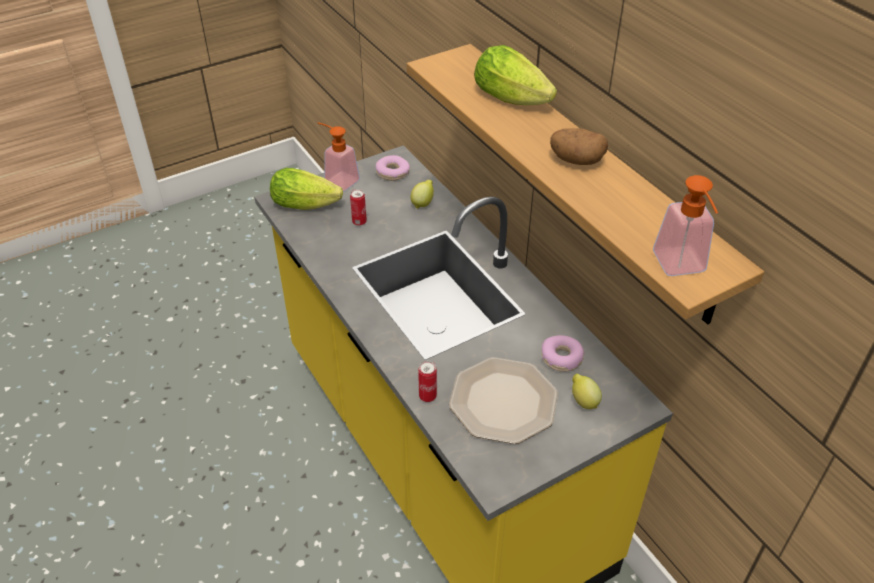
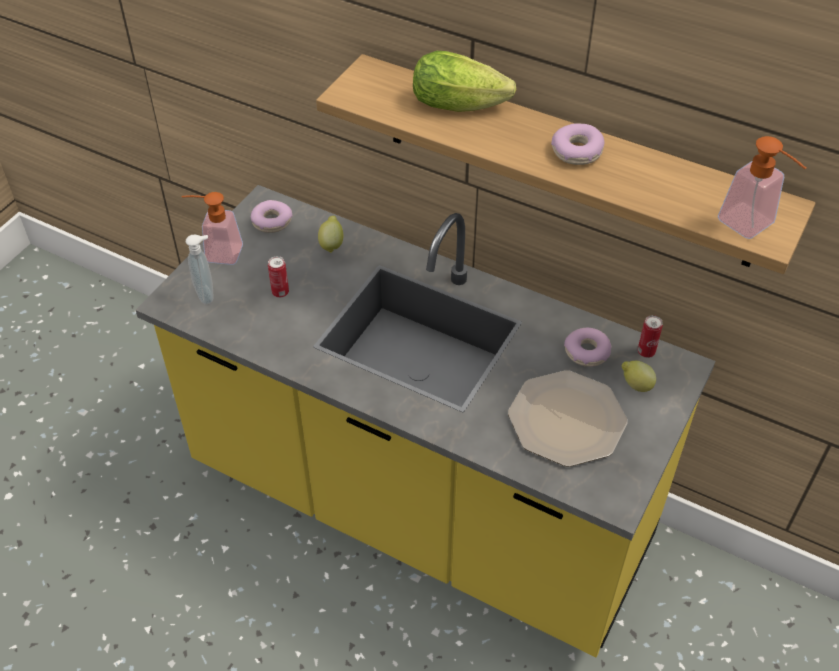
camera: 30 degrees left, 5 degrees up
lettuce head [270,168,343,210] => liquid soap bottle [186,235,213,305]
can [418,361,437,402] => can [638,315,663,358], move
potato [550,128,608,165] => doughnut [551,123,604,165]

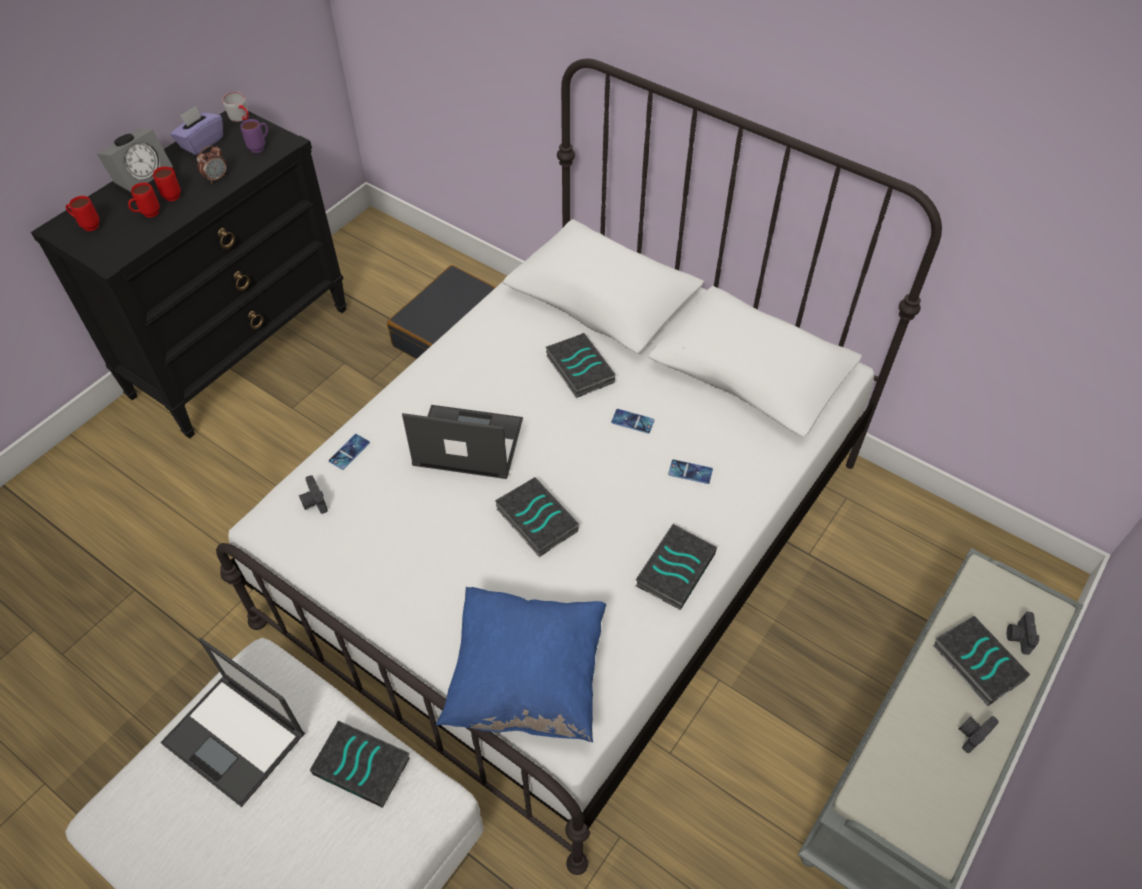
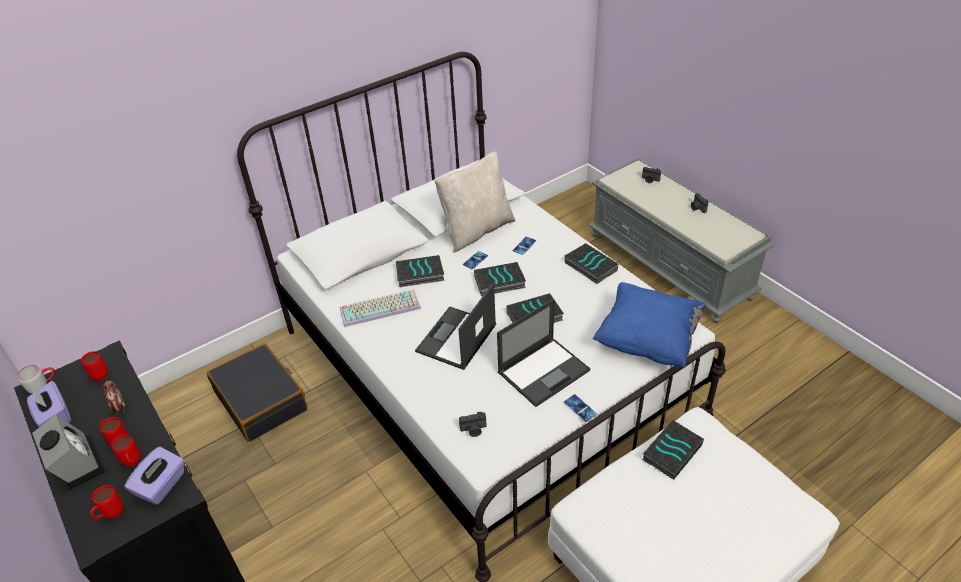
camera: 70 degrees left, 10 degrees down
notebook computer [160,638,305,807] => notebook computer [497,299,590,407], move
tea mug/purple [241,119,268,153] => tea mug/red [81,351,108,381]
handset [329,434,370,470] => handset [564,394,597,422], move
volume [933,616,1030,706] => volume [474,262,526,296], move
nothing => box of tissues/purple [124,446,184,505]
nothing => PC keyboard [340,289,421,327]
nothing => cushion/beige [434,151,515,252]

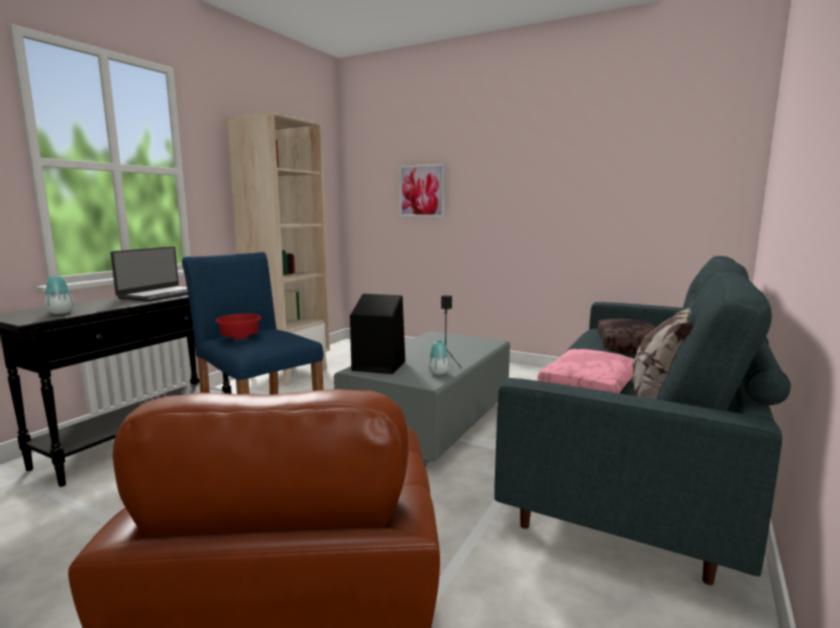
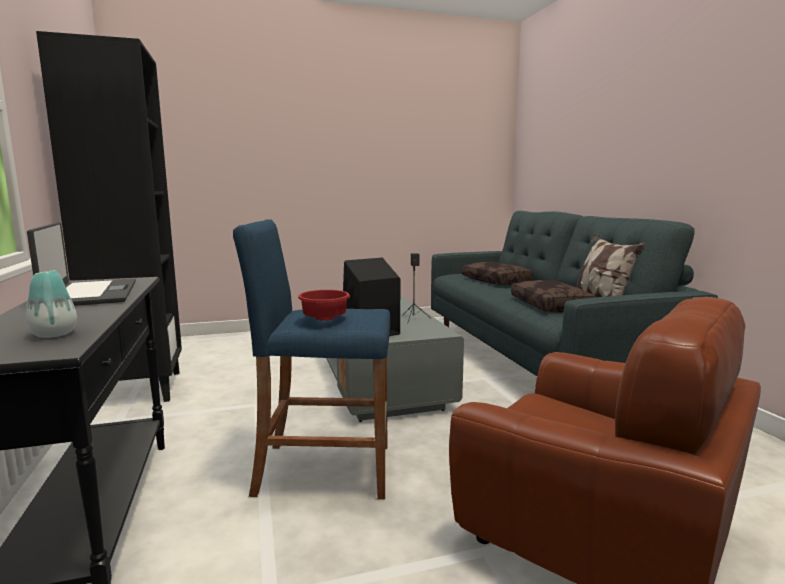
camera: 45 degrees left, 0 degrees up
bookshelf/beige [226,112,330,386] => bookshelf/black-coloured [36,31,182,402]
wall art [399,164,445,217] => nothing
decorative vase [428,340,450,375] => nothing
cushion/pink-coloured [537,349,635,393] => cushion/brownish [511,280,596,312]

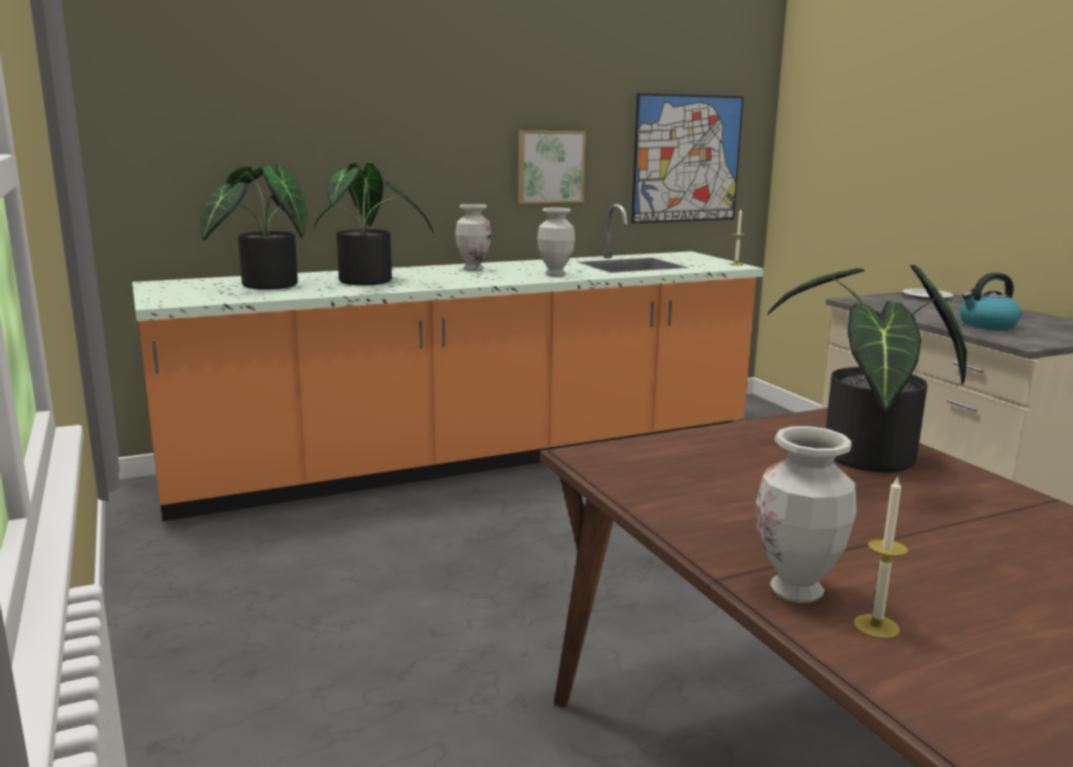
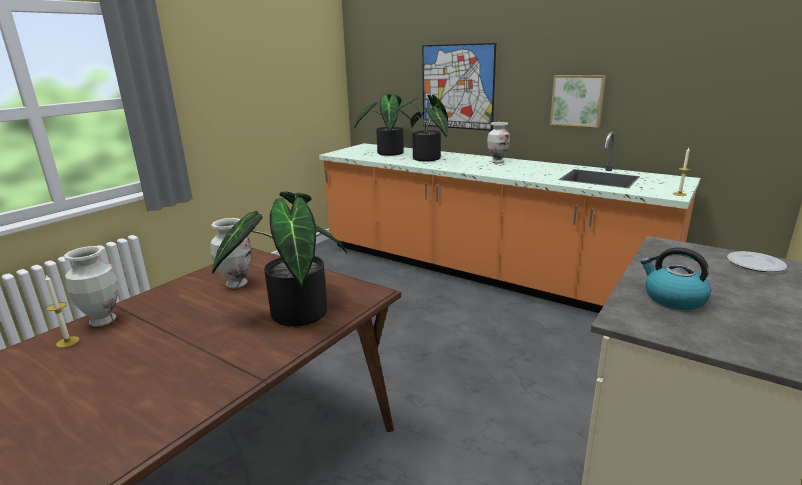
camera: 60 degrees right, 5 degrees up
decorative vase [537,208,575,276] => decorative vase [211,218,251,289], move
wall art [631,93,744,223] => wall art [422,43,496,131], move

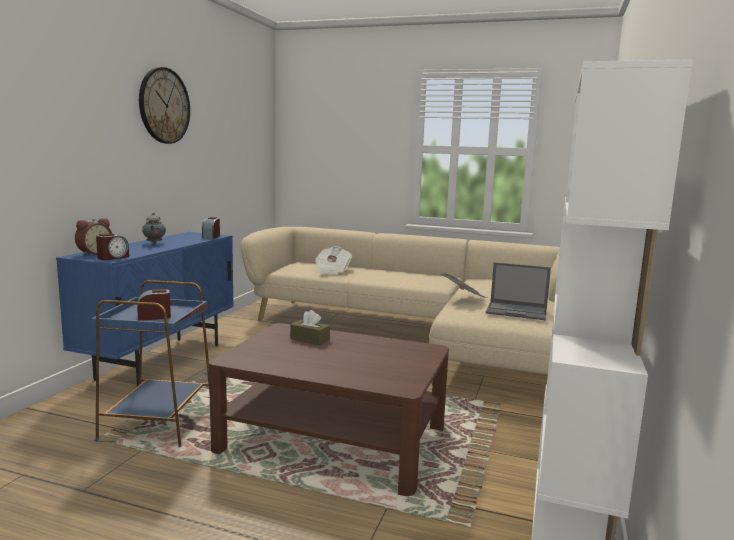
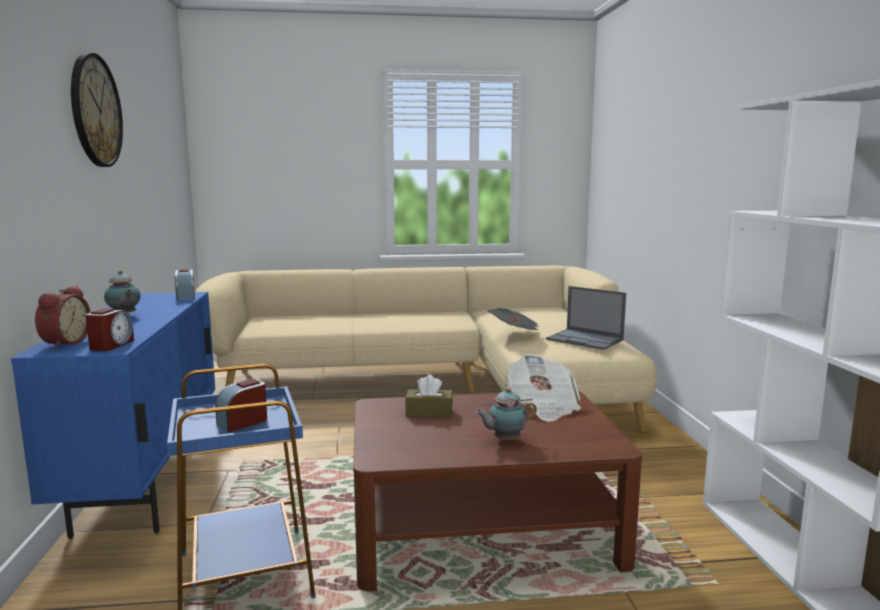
camera: 25 degrees left, 0 degrees up
printed paper [315,246,352,275] => printed paper [507,354,581,422], move
notebook computer [486,262,551,320] => notebook computer [546,286,626,350], 45 degrees clockwise
nothing => tea pot [475,387,537,441]

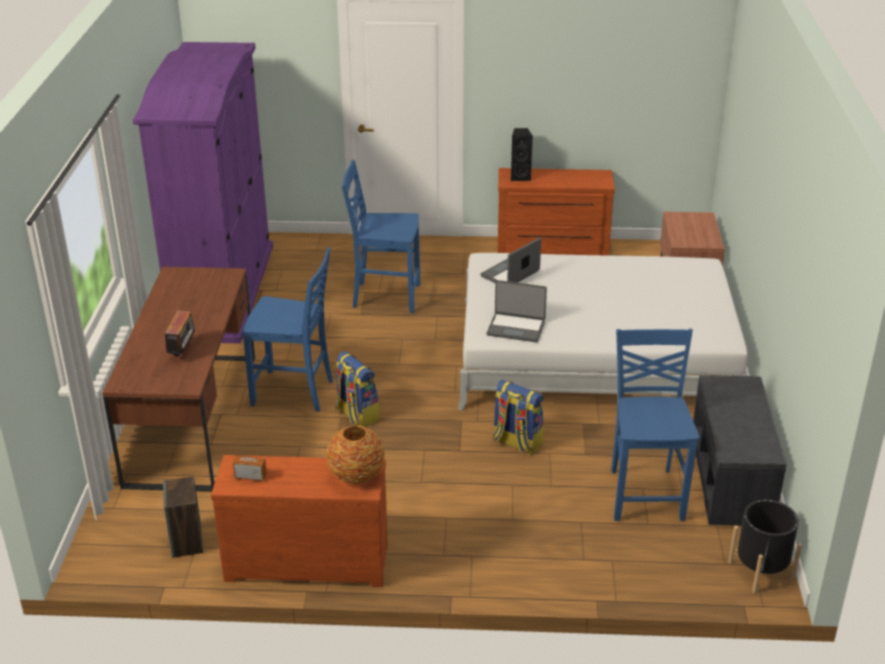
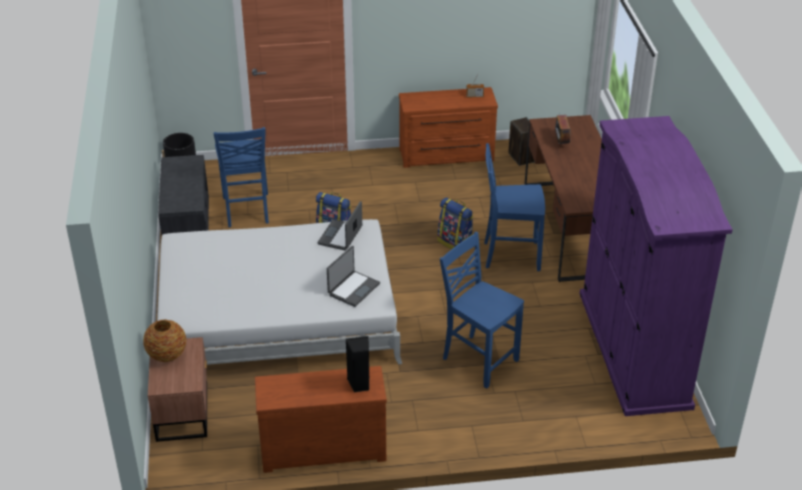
camera: 170 degrees right, 5 degrees up
decorative vase [326,426,385,484] => decorative vase [143,319,186,362], move
upright chair/blue [342,160,420,313] => upright chair/blue [440,232,524,388], 135 degrees counterclockwise
notebook computer [486,280,547,342] => notebook computer [318,201,362,251], 75 degrees counterclockwise

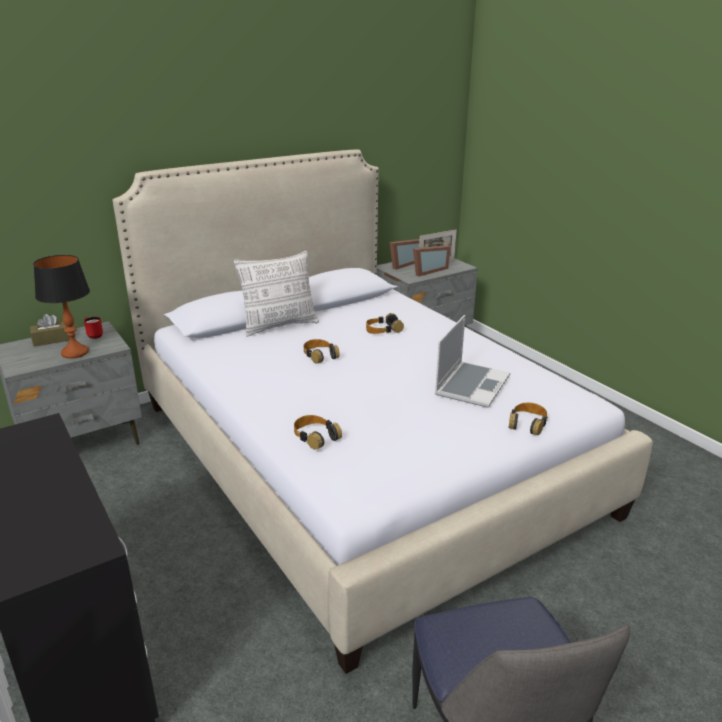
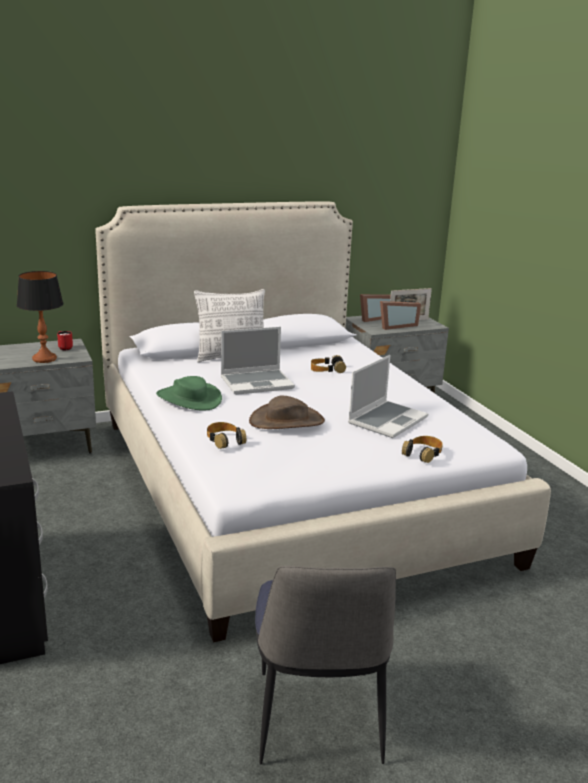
camera: 10 degrees right, 5 degrees down
box of tissues/brownish [30,314,69,347] => nothing
pair of headphones [304,339,340,363] => notebook computer [221,327,295,395]
nothing => wearable hat/green [156,376,222,410]
nothing => wearable hat/brownish [249,396,325,429]

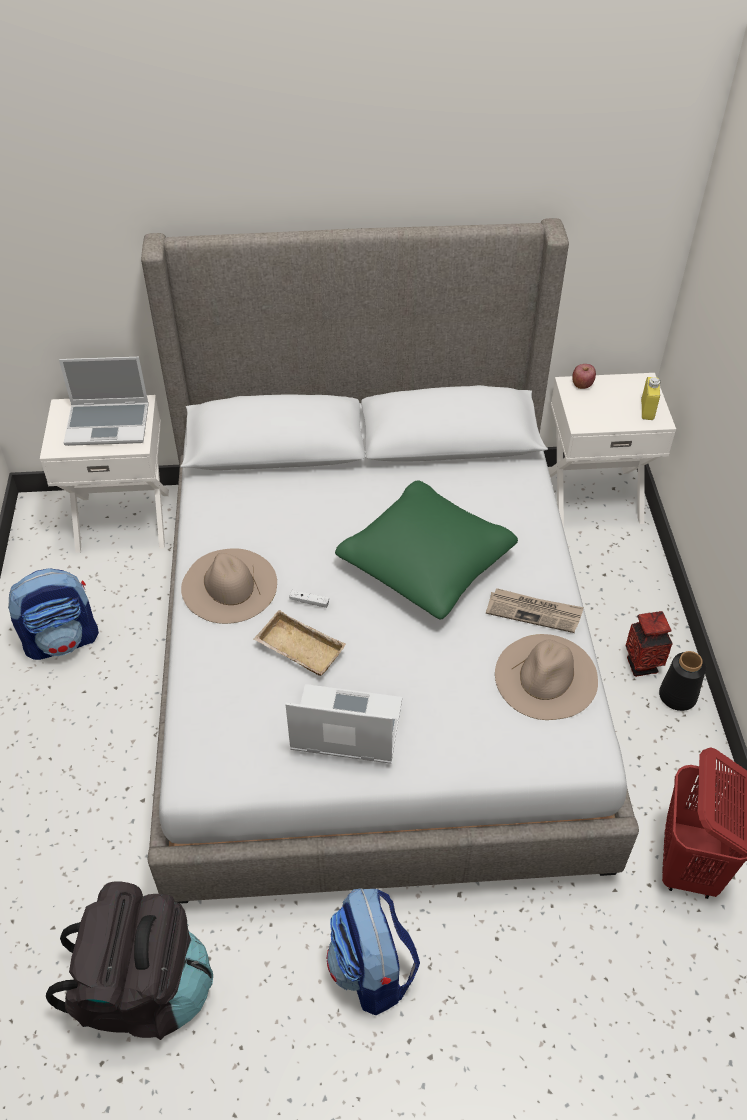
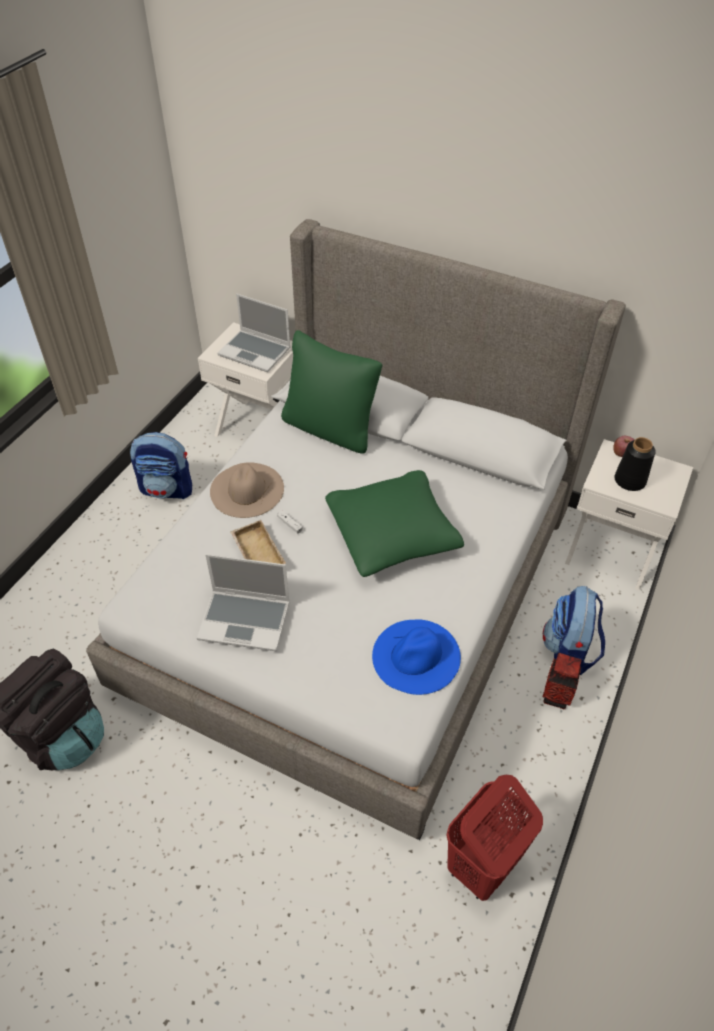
camera: 30 degrees right, 0 degrees up
notebook computer [285,684,402,764] => notebook computer [197,554,290,651], 150 degrees clockwise
backpack [327,888,420,1015] => backpack [542,586,605,675], move
printed paper [486,588,584,633] => nothing
wearable hat/beige [495,634,598,720] => wearable hat/blue [372,620,461,695]
bottle/yellowish [641,377,661,420] => nothing
decorative vase/black-coloured [659,651,706,711] => decorative vase/black-coloured [614,437,656,491], move
nothing => cushion/green [281,330,382,454]

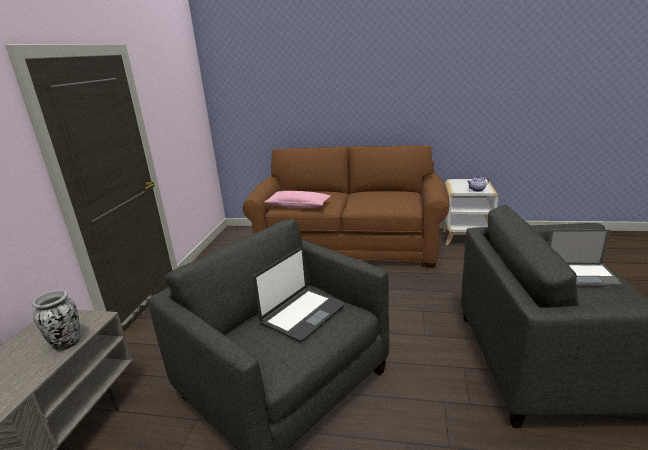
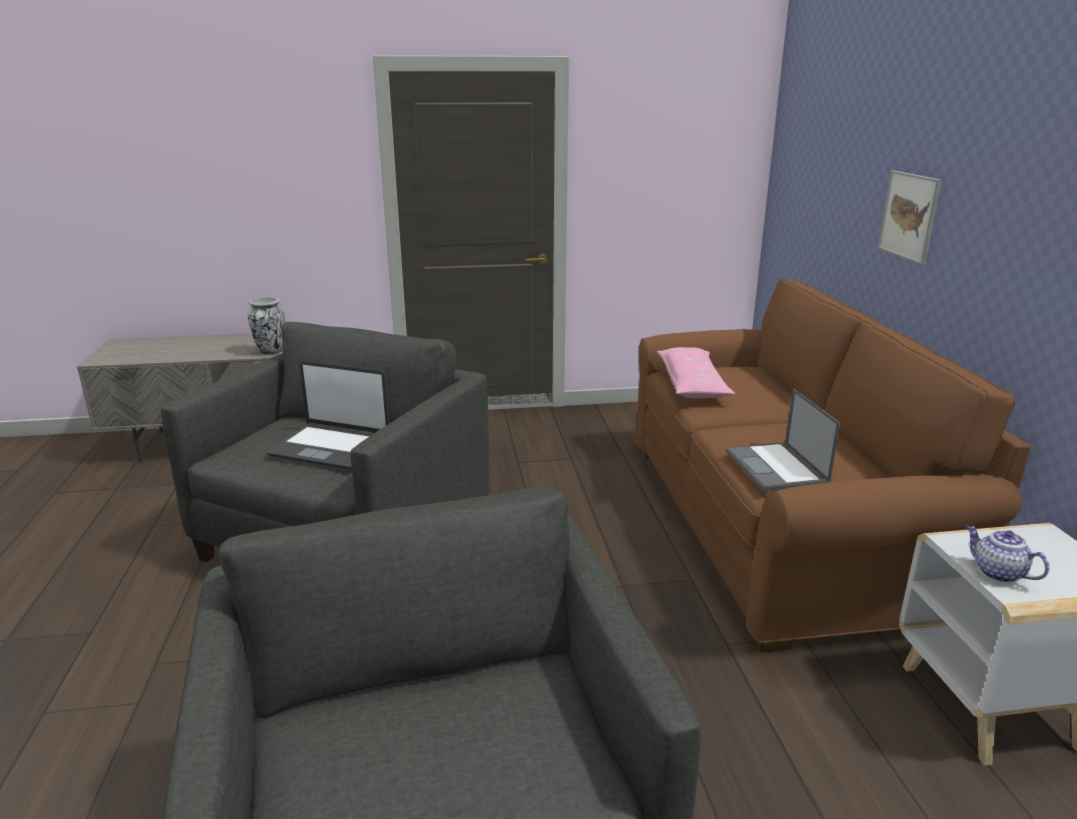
camera: 70 degrees right, 0 degrees up
notebook computer [549,229,624,287] => notebook computer [726,389,840,492], move
nothing => wall art [878,171,942,265]

